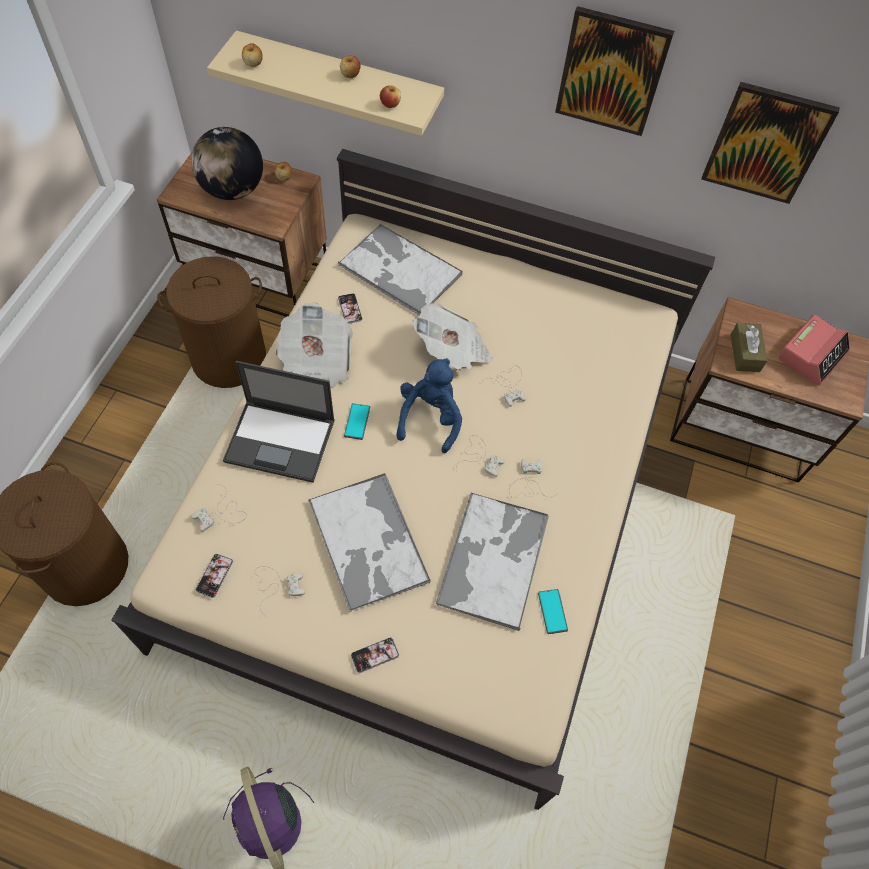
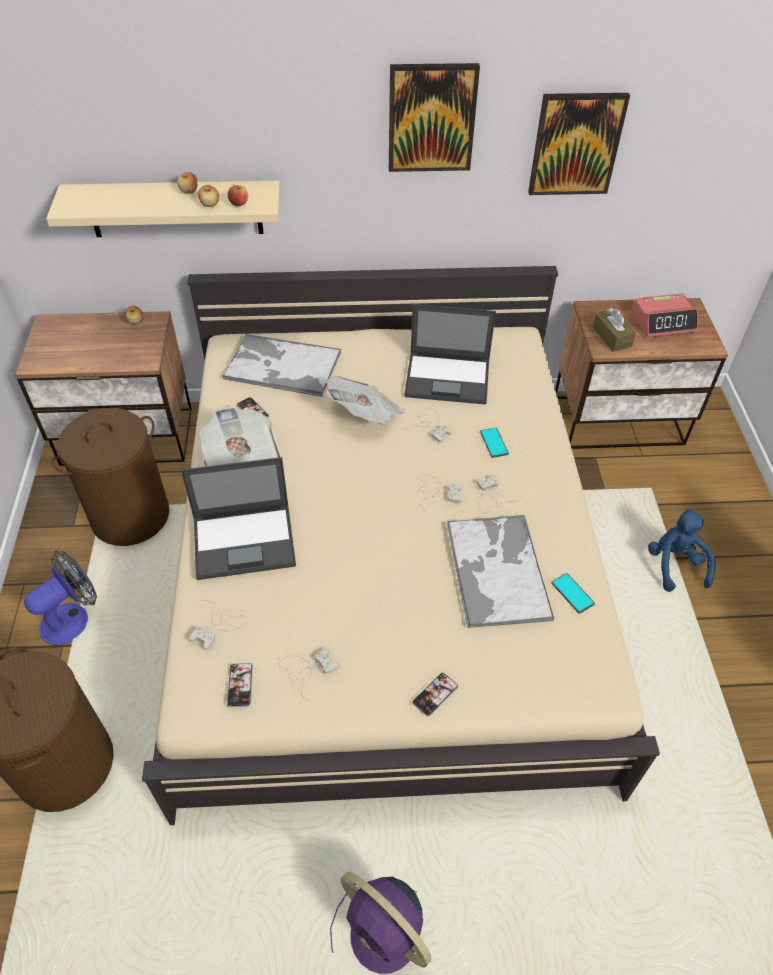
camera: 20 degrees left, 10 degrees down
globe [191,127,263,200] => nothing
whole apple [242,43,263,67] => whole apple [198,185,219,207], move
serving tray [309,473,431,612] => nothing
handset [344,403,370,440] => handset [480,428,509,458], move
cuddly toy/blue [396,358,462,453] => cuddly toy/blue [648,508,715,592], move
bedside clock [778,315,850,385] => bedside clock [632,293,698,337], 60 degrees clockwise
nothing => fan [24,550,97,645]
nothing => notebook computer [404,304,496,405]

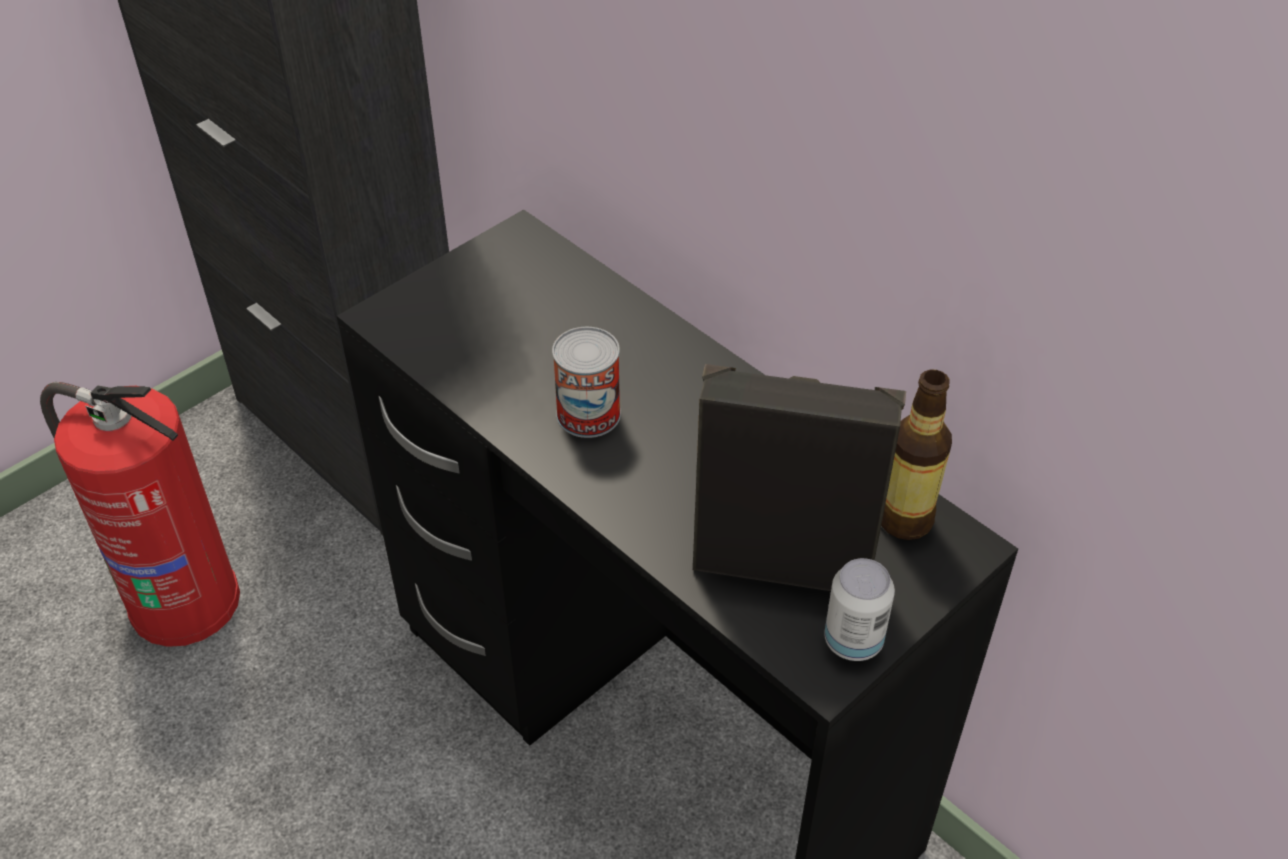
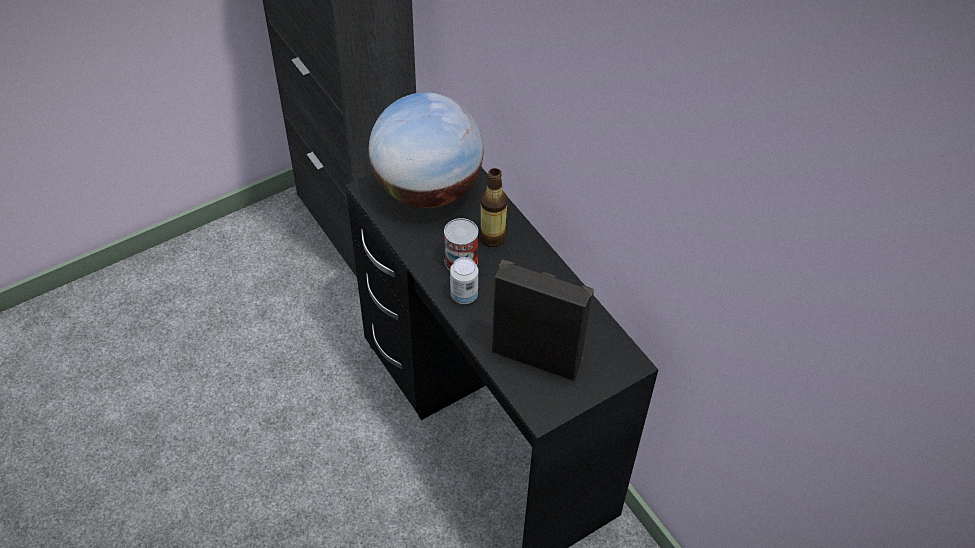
camera: 10 degrees right, 5 degrees up
extinguisher [40,382,240,647] => nothing
can [824,558,895,661] => can [450,257,478,304], move
bottle [881,370,952,540] => bottle [479,168,508,247], move
nothing => globe [369,92,484,208]

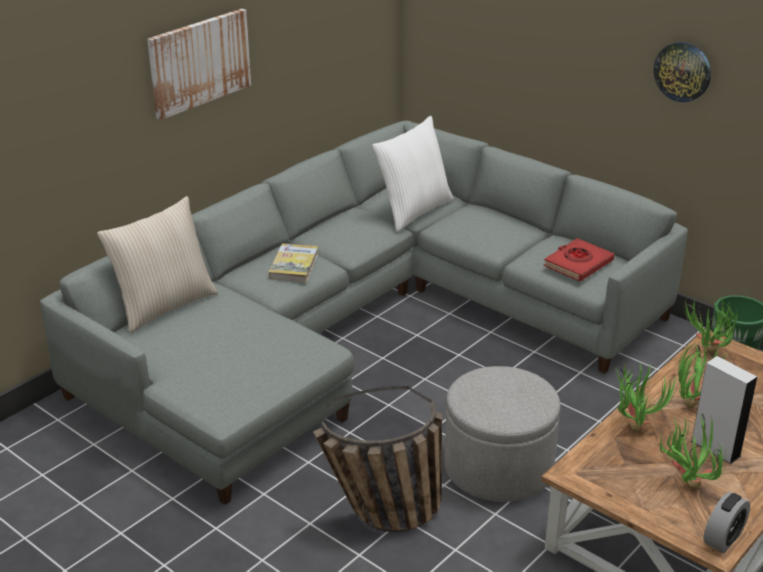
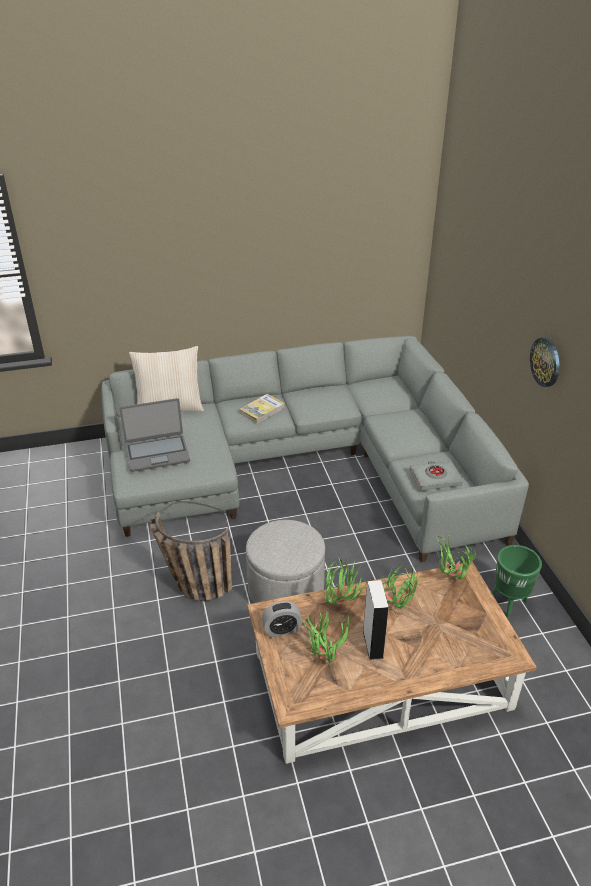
camera: 35 degrees right, 5 degrees up
wall art [147,9,251,120] => nothing
cushion/white [372,116,454,232] => nothing
volume/red [543,238,614,282] => volume/gray [410,460,463,491]
bedside clock [704,492,750,553] => bedside clock [262,601,302,637], move
nothing => notebook computer [120,398,190,472]

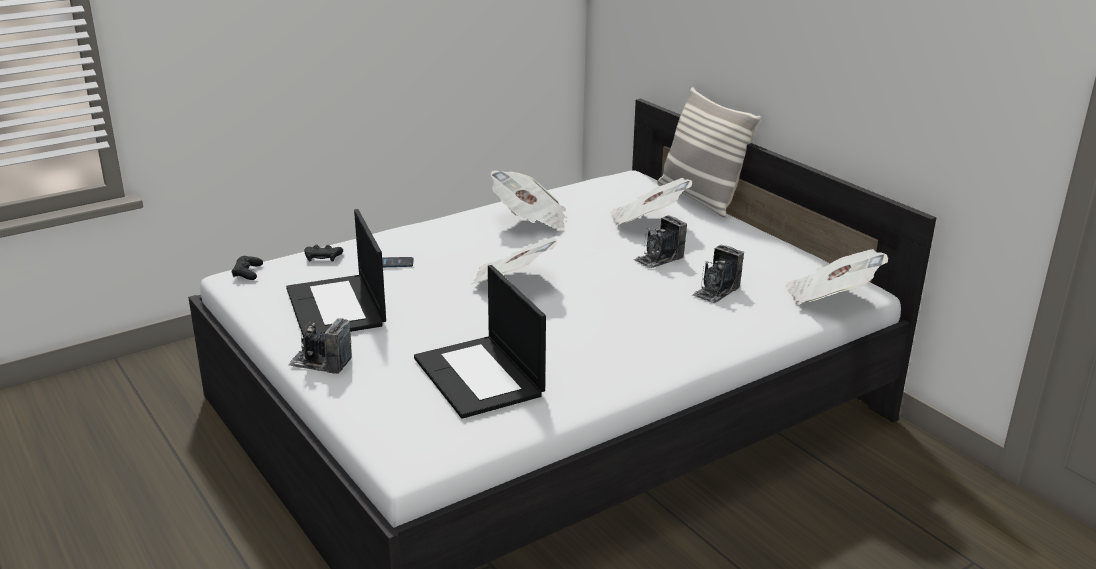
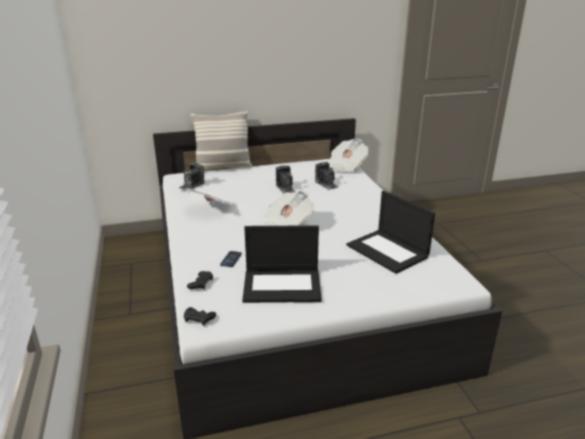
camera: 70 degrees left, 0 degrees up
photo camera [289,318,352,374] => photo camera [179,162,204,190], move
notebook computer [414,265,546,419] => notebook computer [347,191,435,274], 60 degrees clockwise
printed paper [610,178,692,226] => nothing

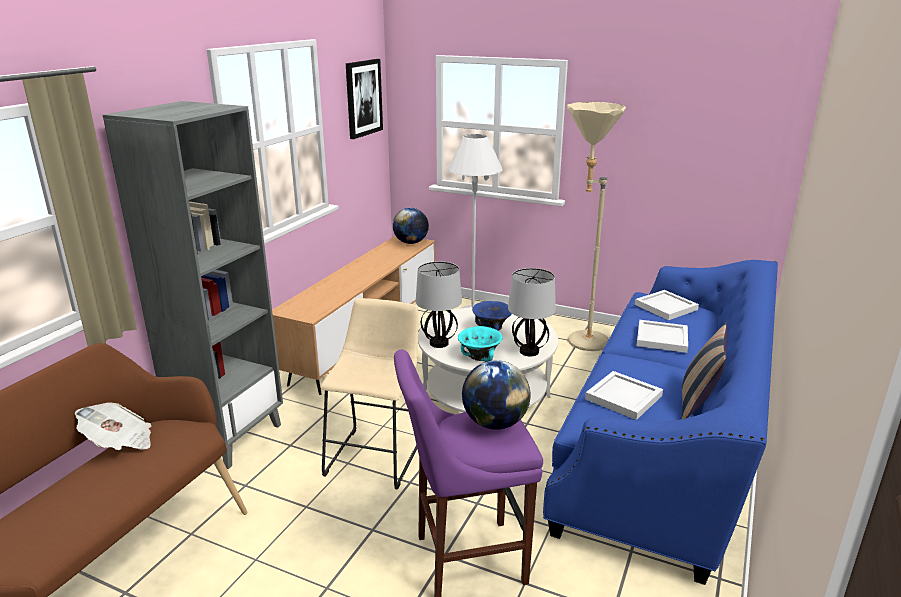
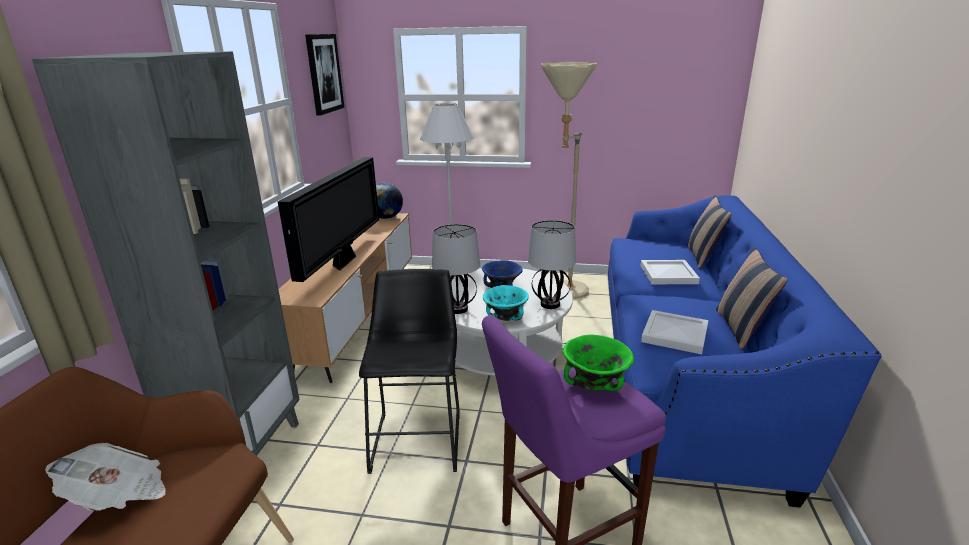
camera: 15 degrees left, 0 degrees up
stool seat/beige [321,298,418,490] => stool seat/black-coloured [359,269,460,474]
globe [462,360,531,430] => bowl/green [563,335,634,391]
serving tray/white [635,290,699,320] => nothing
nothing => television [278,157,379,282]
nothing => cushion [687,195,731,269]

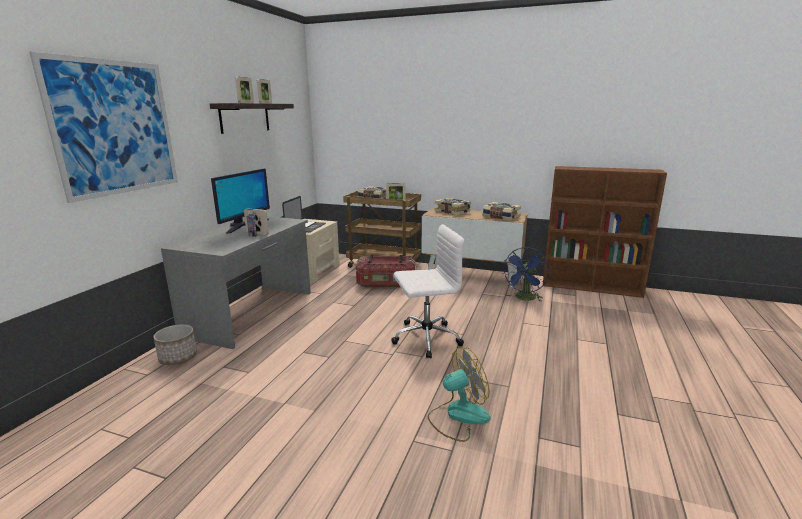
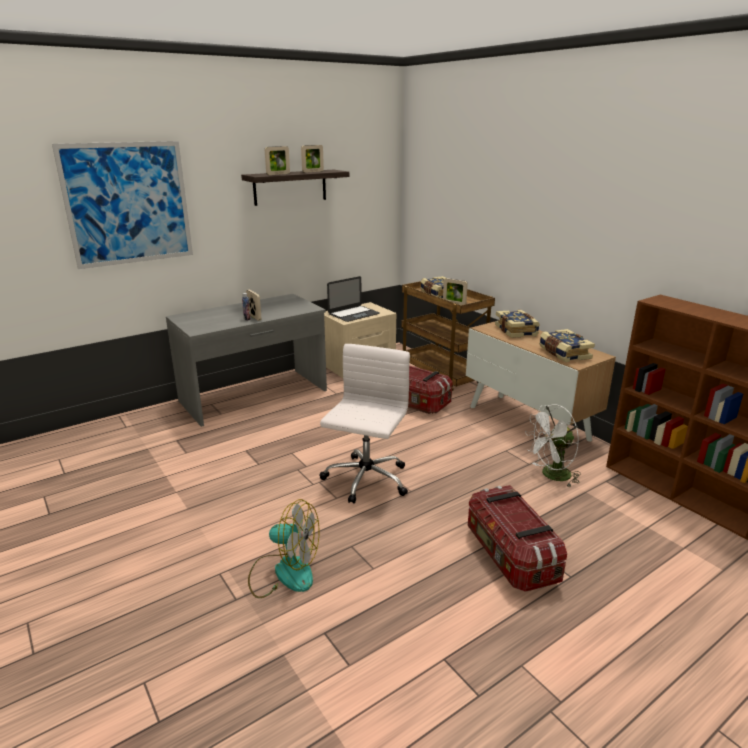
camera: 35 degrees right, 5 degrees up
flower pot [153,324,197,365] => nothing
computer display [211,169,270,234] => nothing
computer chair/white [391,224,464,359] => computer chair/white [320,344,410,504], 90 degrees counterclockwise
fan/blue [504,247,549,302] => fan/white [525,404,581,487]
nothing => storage bin [468,485,567,591]

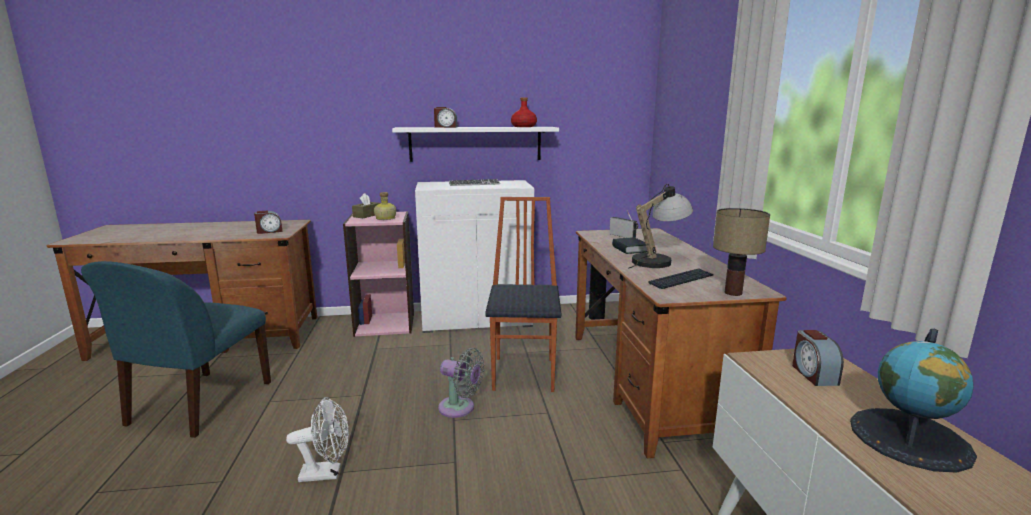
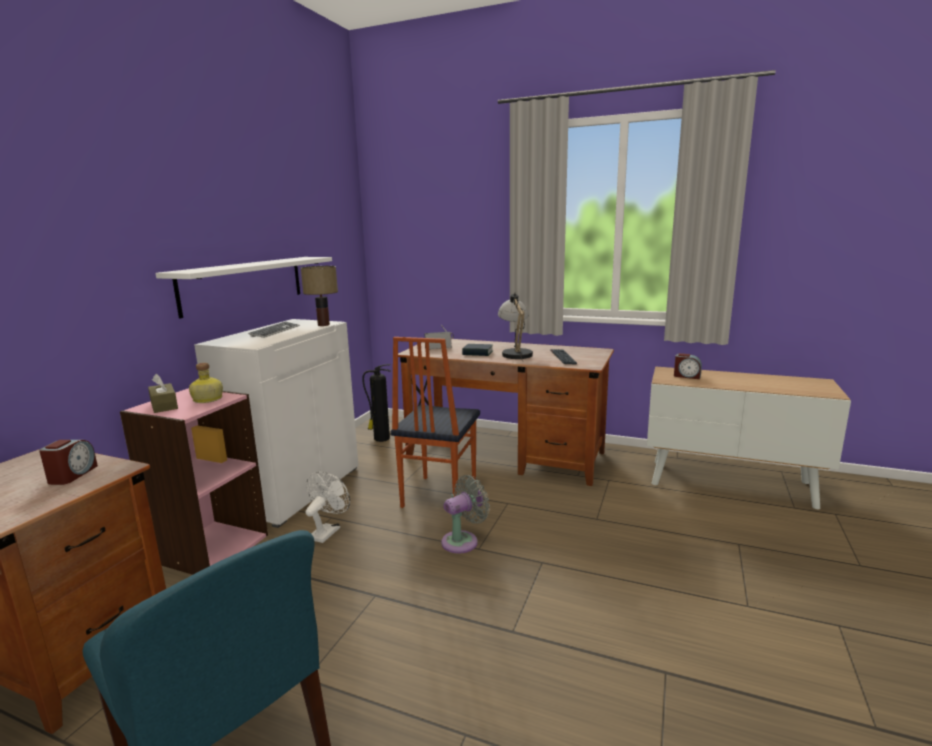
camera: 60 degrees left, 0 degrees up
fan/white [286,397,349,482] => fan/white [305,472,350,543], move
bedside clock [434,107,457,128] => nothing
upright chair [485,197,561,392] => upright chair [391,337,480,508], 105 degrees counterclockwise
bottle/red [511,97,537,127] => nothing
tabletop lamp [713,208,770,296] => tabletop lamp [301,266,338,326], move
globe [850,329,977,473] => nothing

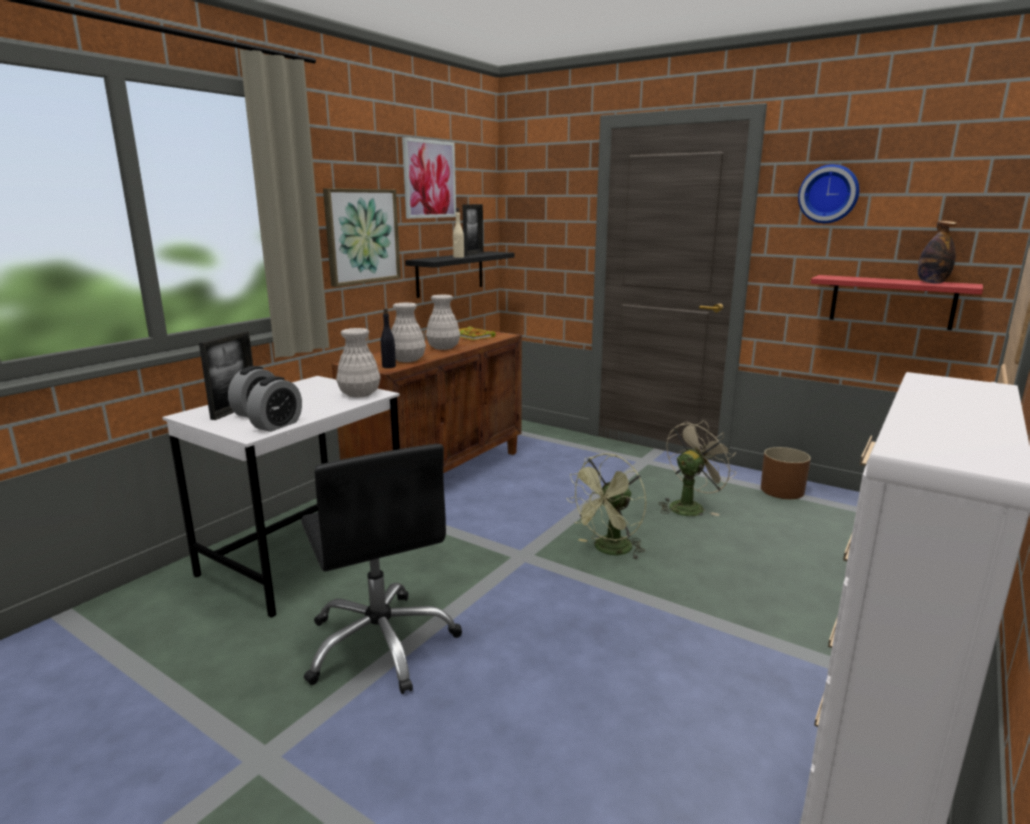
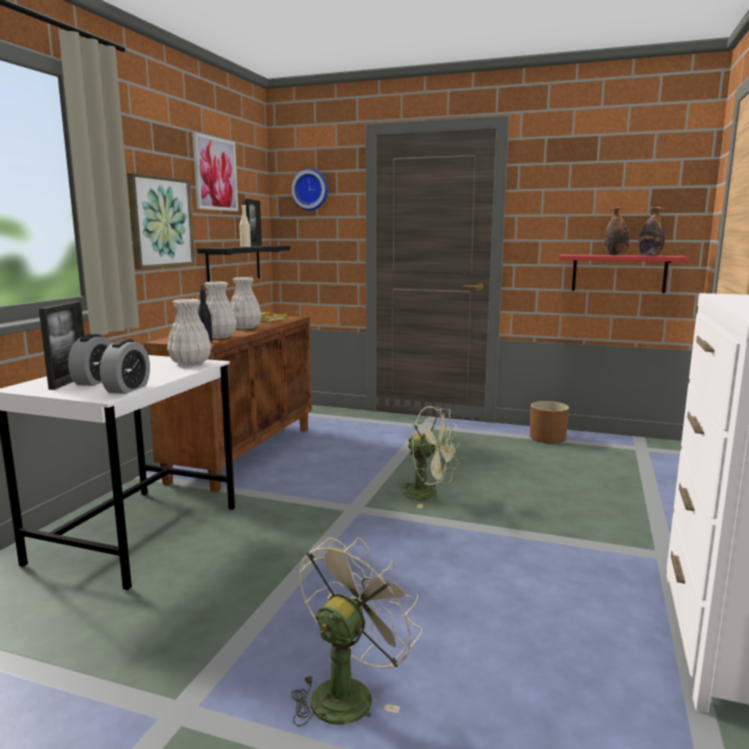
camera: 15 degrees left, 5 degrees down
computer chair/black-coloured [301,444,462,694] => nothing
fan/green [566,453,646,560] => fan/green [400,406,461,508], 90 degrees counterclockwise
fan/beige [658,420,736,516] => fan/beige [291,537,422,727], move
hanging clock [798,164,859,223] => hanging clock [292,169,328,211], move
nothing => bottle [604,207,630,255]

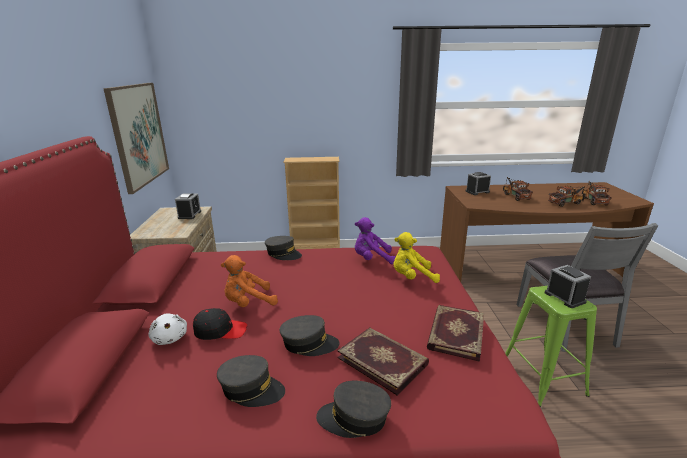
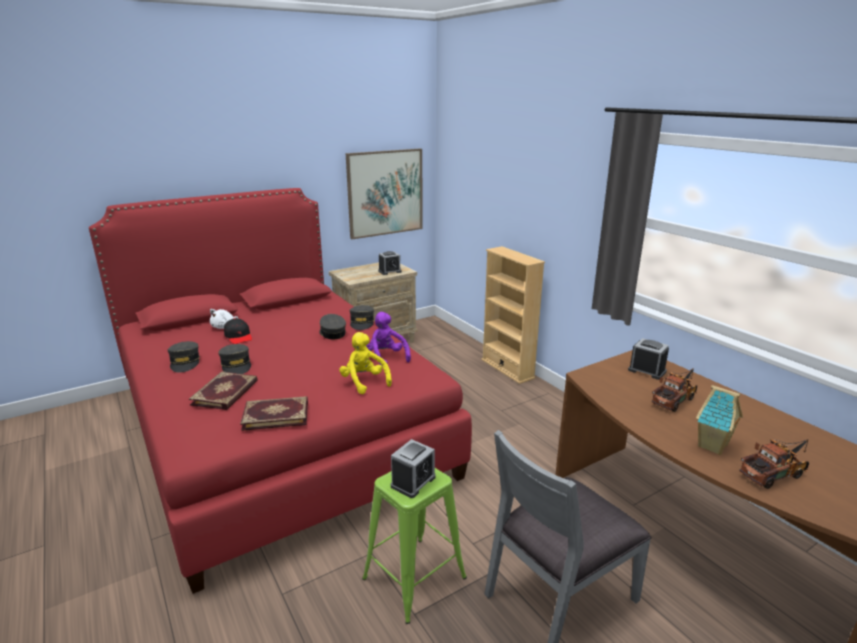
camera: 60 degrees right, 0 degrees up
cuddly toy/orangey [221,255,278,307] => nothing
cap/gray [316,381,391,438] => cap/gray [320,314,346,339], move
toy truck [548,186,585,207] => miniature house [696,385,743,455]

